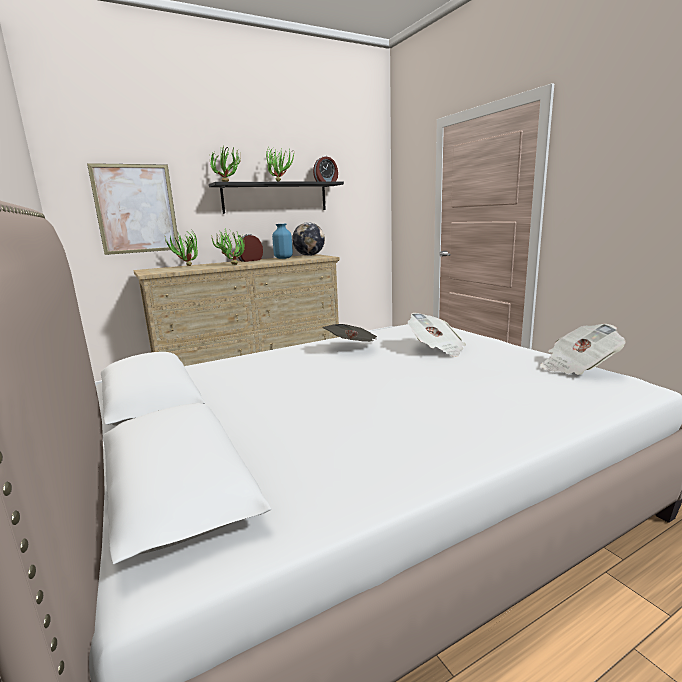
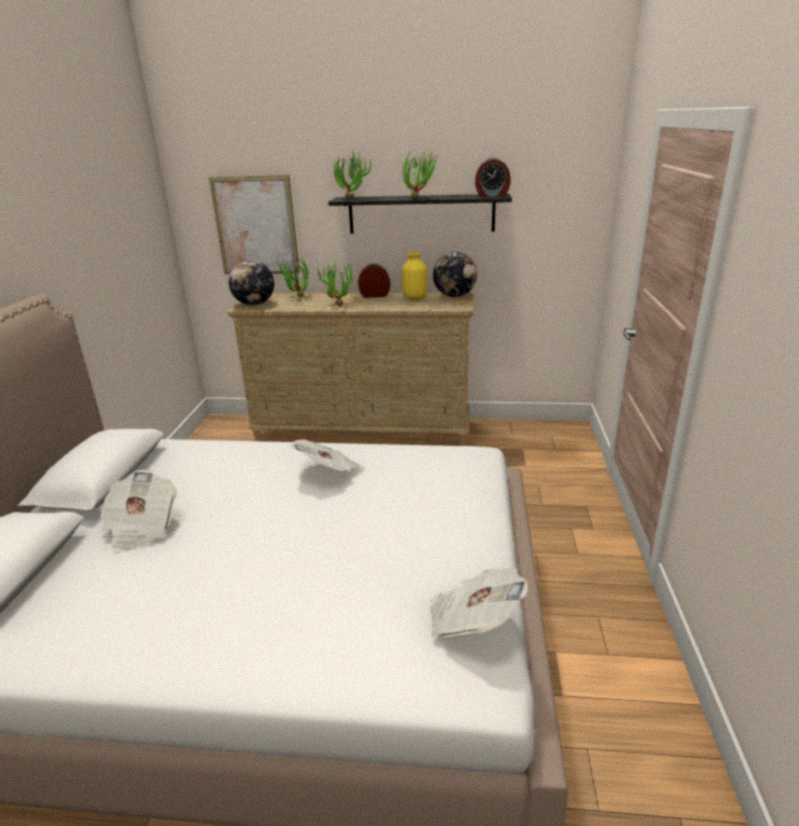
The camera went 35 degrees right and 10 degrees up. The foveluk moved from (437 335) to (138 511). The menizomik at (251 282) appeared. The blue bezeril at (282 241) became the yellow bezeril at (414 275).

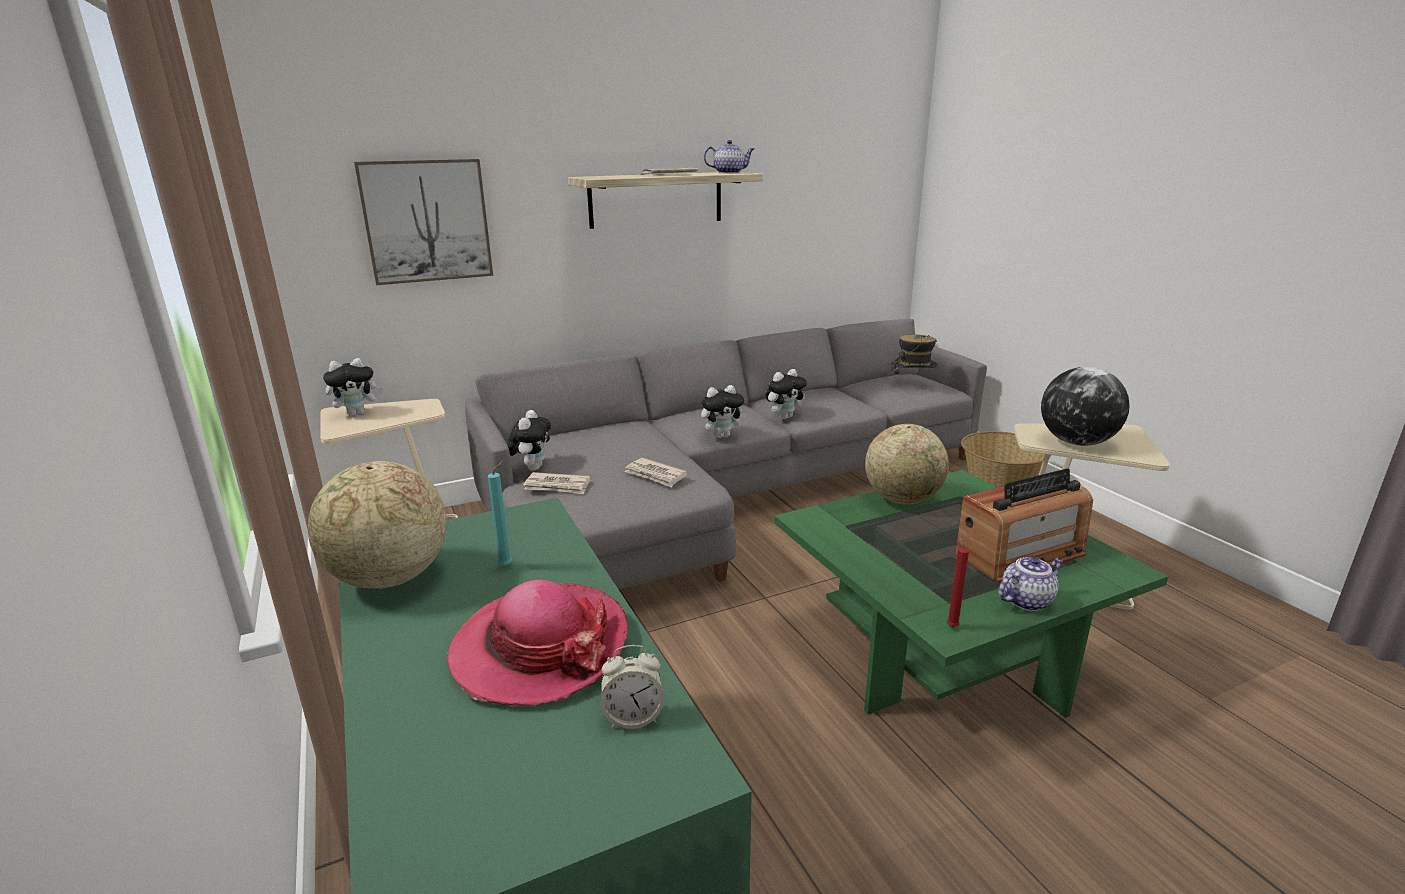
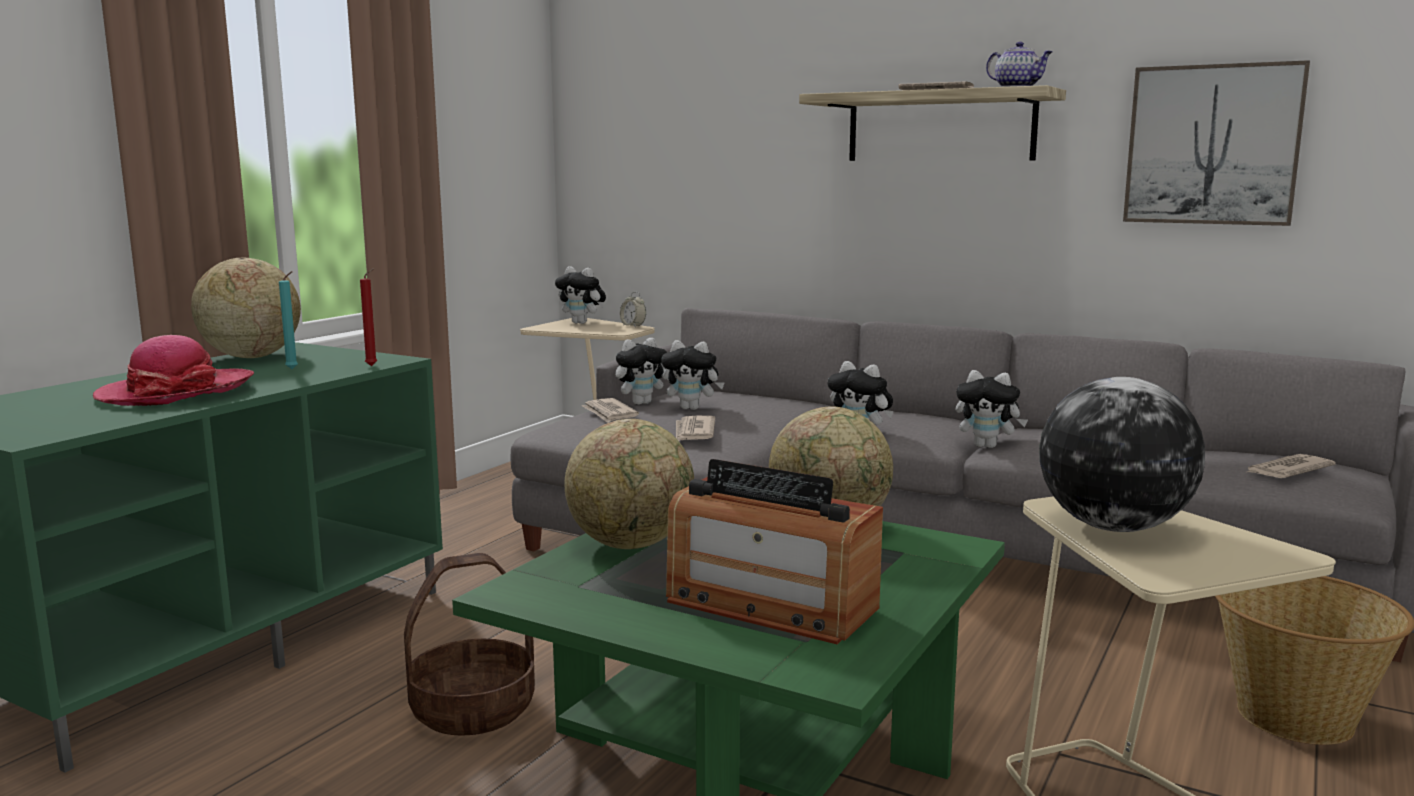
The camera went 55 degrees right and 10 degrees down. The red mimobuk moved from (958 581) to (368 317). The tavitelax at (469 644) appeared. The menizomik at (629 484) appeared. The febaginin moved from (632 687) to (633 309). The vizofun at (692 375) appeared. The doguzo moved from (423 222) to (1216 143). The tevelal at (914 360) was replaced by the foveluk at (1290 466). The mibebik at (1031 584) disappeared.

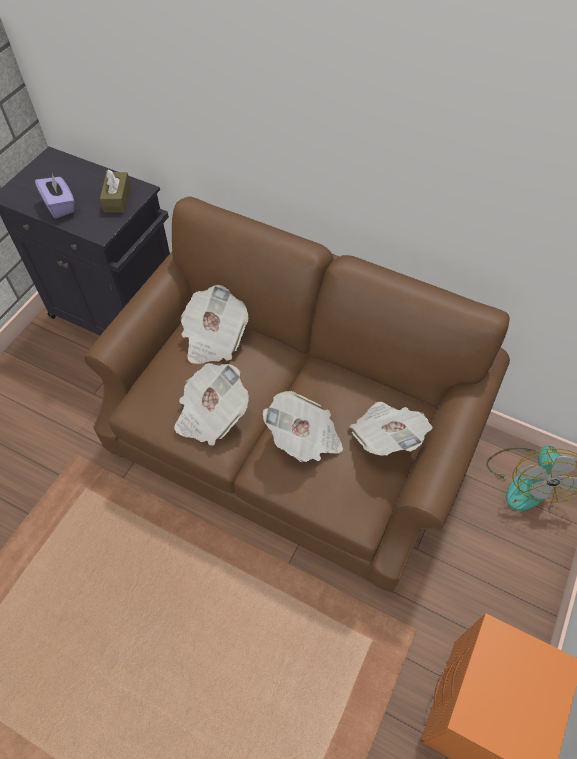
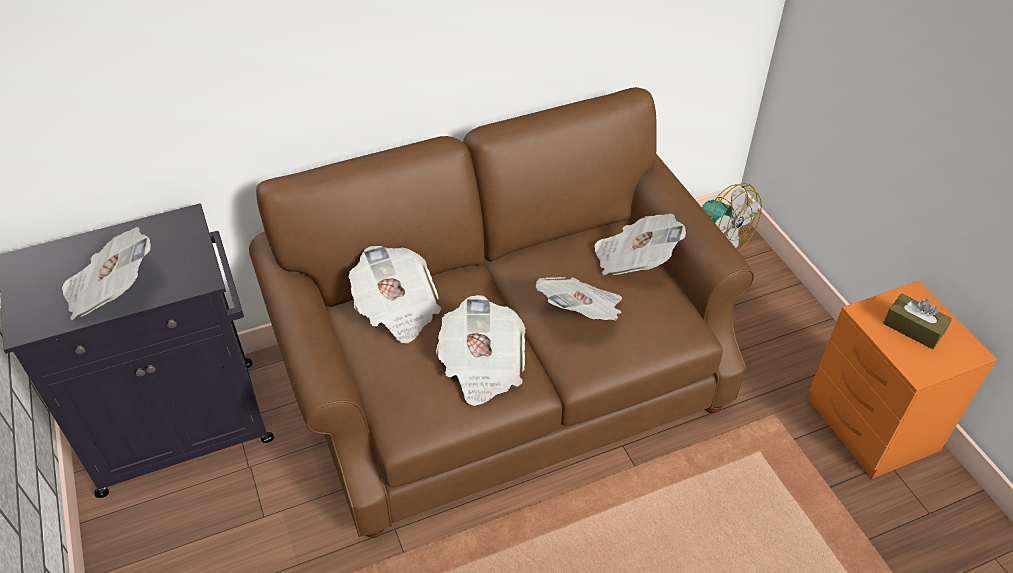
The camera went 50 degrees left and 10 degrees down. The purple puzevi at (55 195) was replaced by the foveluk at (106 273). The brown puzevi moved from (115 190) to (917 321).

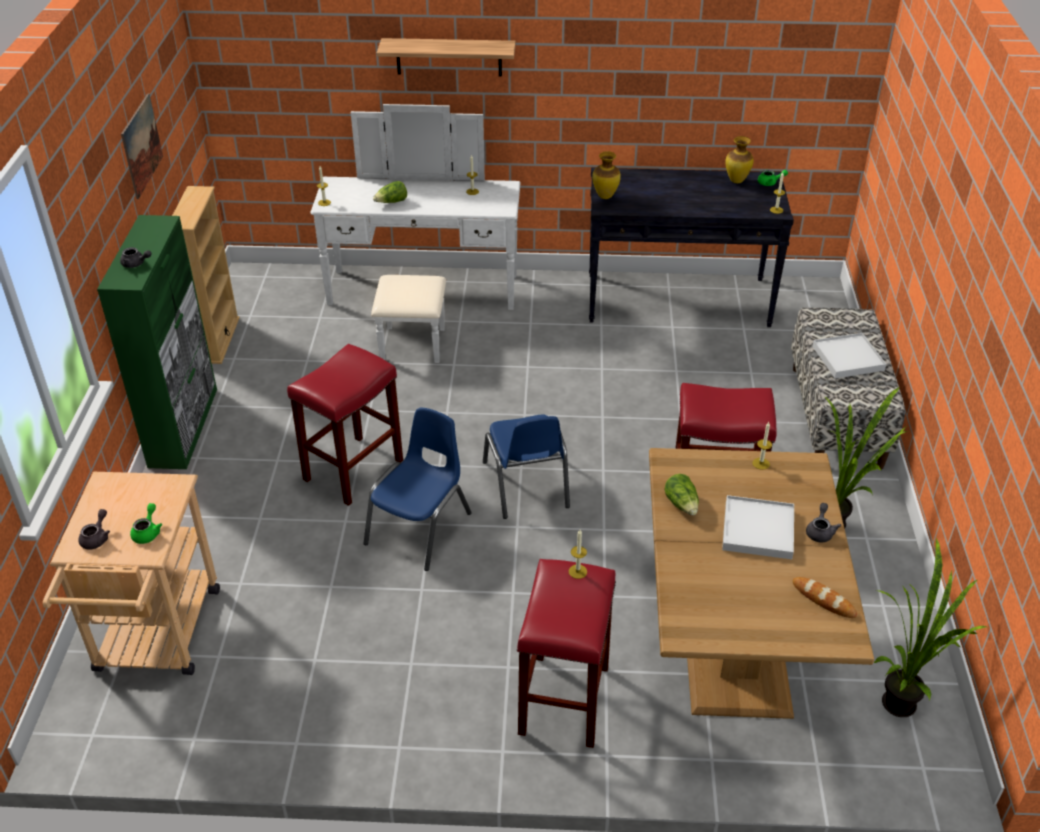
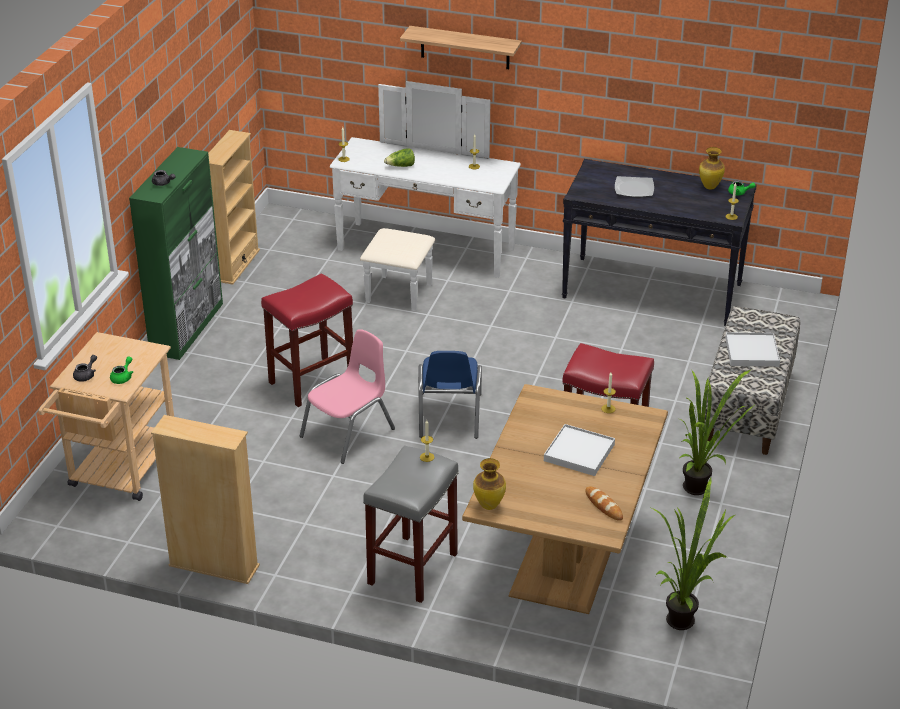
The camera went 15 degrees right and 5 degrees down. The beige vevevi at (205 499) appeared. The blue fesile at (417 489) became the pink fesile at (347 396). The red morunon at (566 653) became the grey morunon at (410 524). The bezeril moved from (606 175) to (489 484). The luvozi at (634 186) appeared. The doguzo at (142 146) disappeared. The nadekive at (681 494) disappeared. The grey mibebik at (823 522) disappeared.

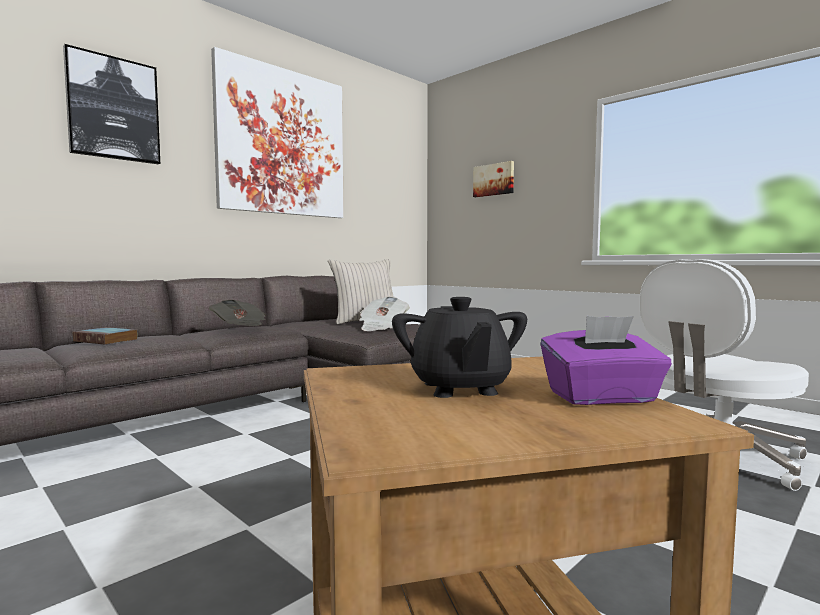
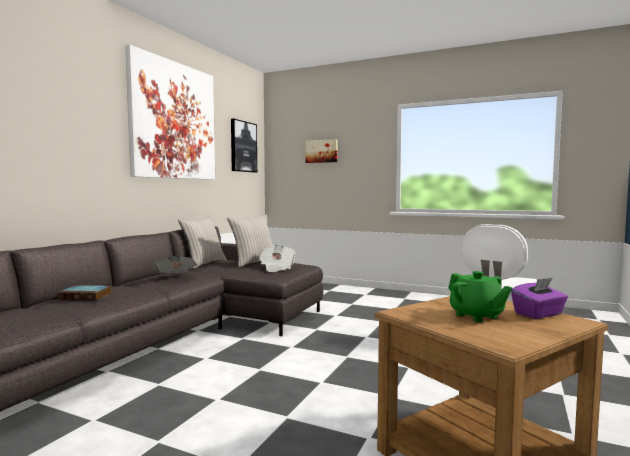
The camera went 20 degrees left and 0 degrees up. The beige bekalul at (202 242) appeared. The doguzo moved from (111 104) to (244 146). The black mibebik at (459 347) became the green mibebik at (480 296).

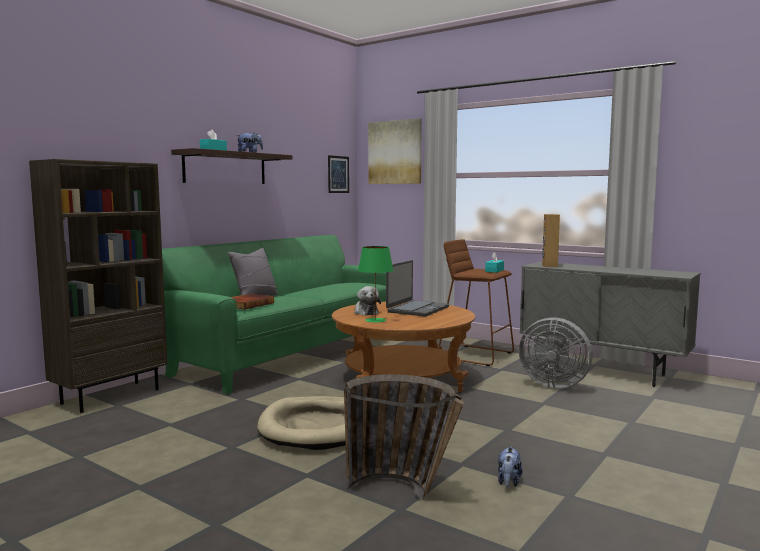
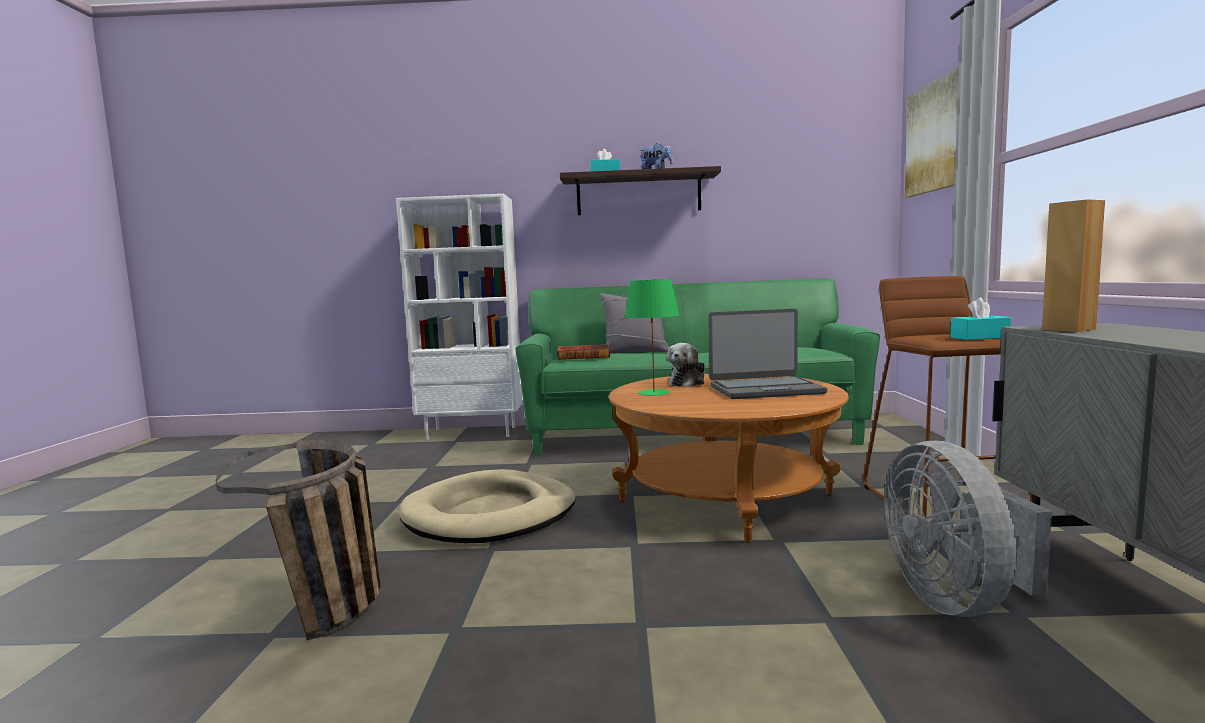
The camera went 55 degrees right and 0 degrees up. The brown vevevi at (98 286) became the white vevevi at (459 317). The doguzo at (338 174) disappeared. The vizofun at (510 466) disappeared.

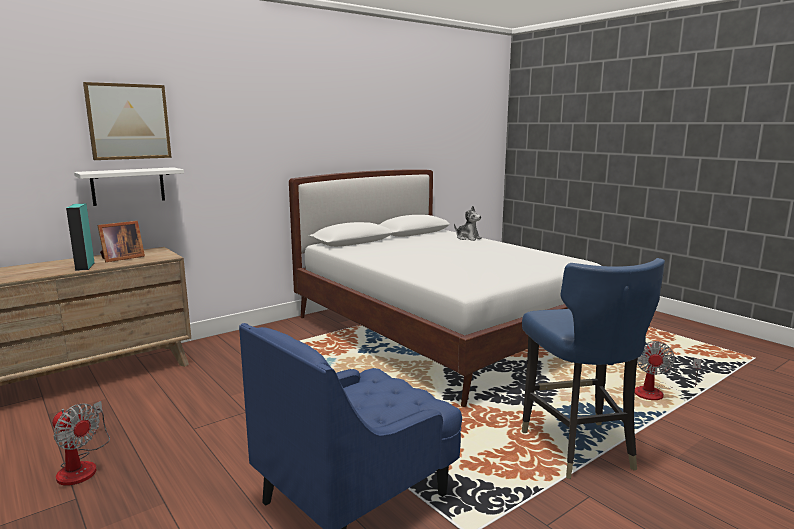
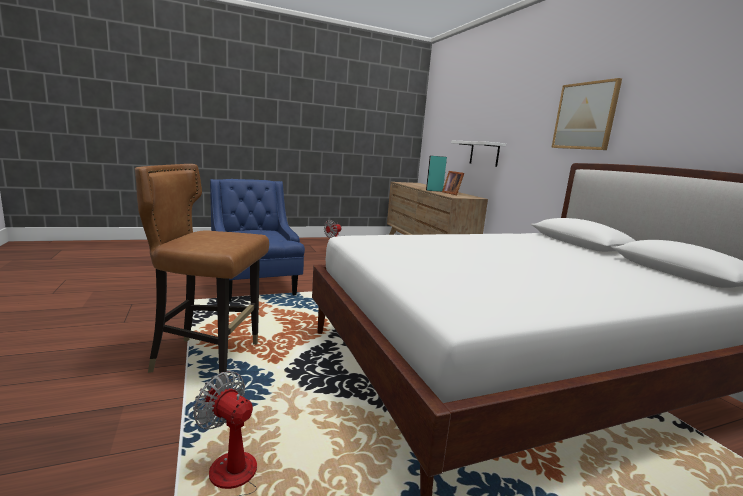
The camera went 105 degrees right and 0 degrees up. The blue fesile at (593 368) became the brown fesile at (202 270). The doguzo moved from (127 121) to (586 114). The vizofun at (468 223) disappeared.

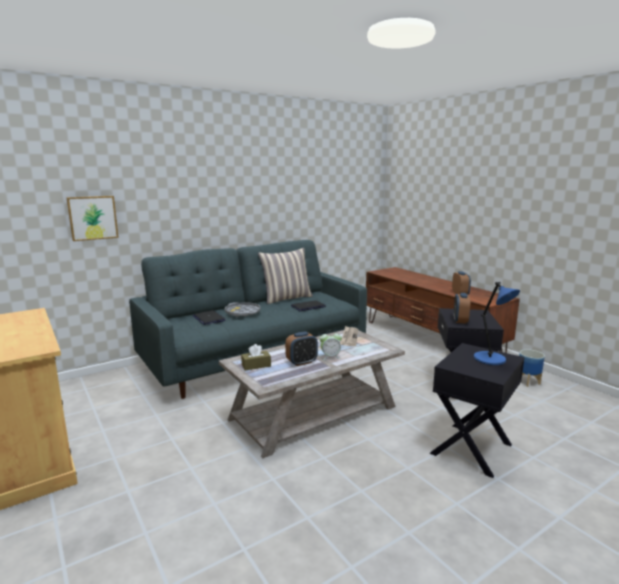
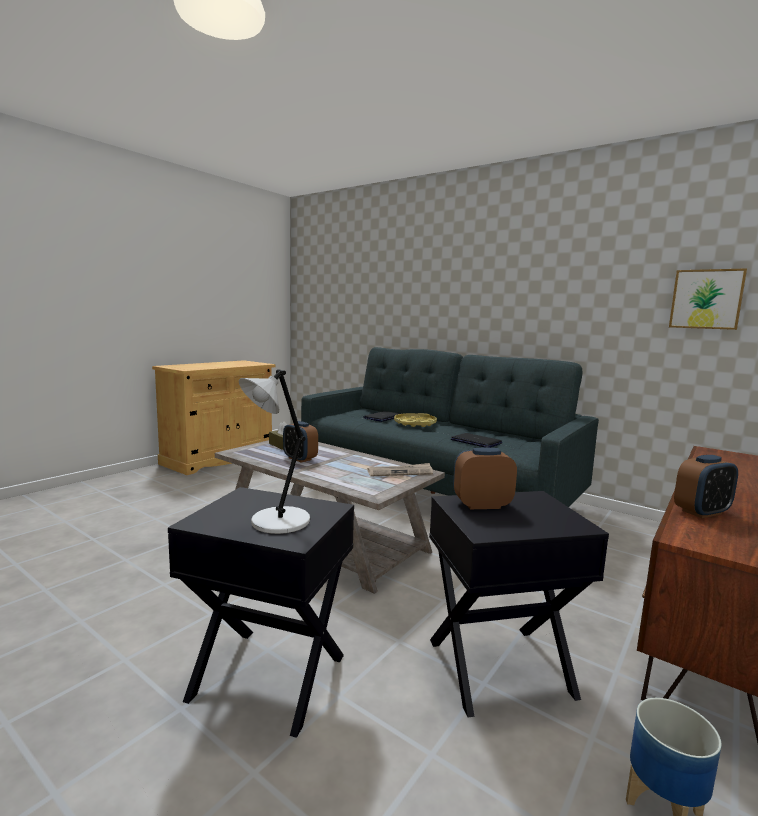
The camera went 70 degrees right and 5 degrees down. The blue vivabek at (497 323) became the grey vivabek at (274 451). The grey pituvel at (243 309) became the yellow pituvel at (415 420). The doguzo moved from (92 218) to (708 299). The bekalul at (285 276) disappeared. The febaginin at (330 345) disappeared.

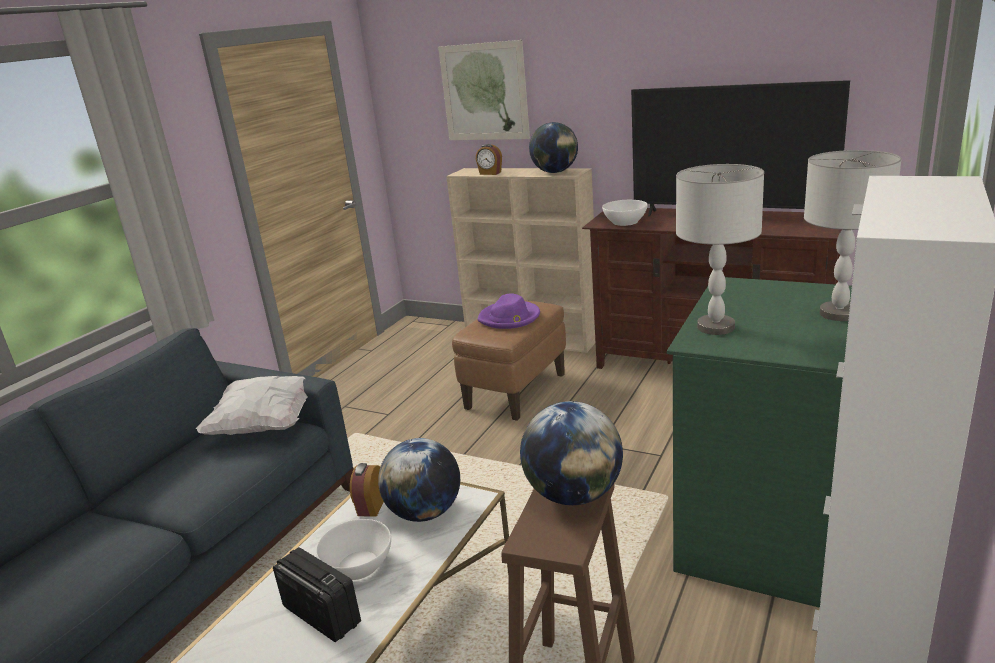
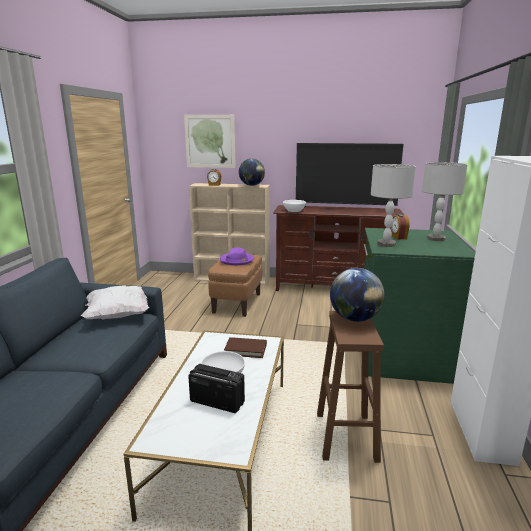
The camera went 20 degrees left and 5 degrees down. The menizomik at (419 480) was replaced by the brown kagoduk at (245 347). The febaginin moved from (367 490) to (400 226).

